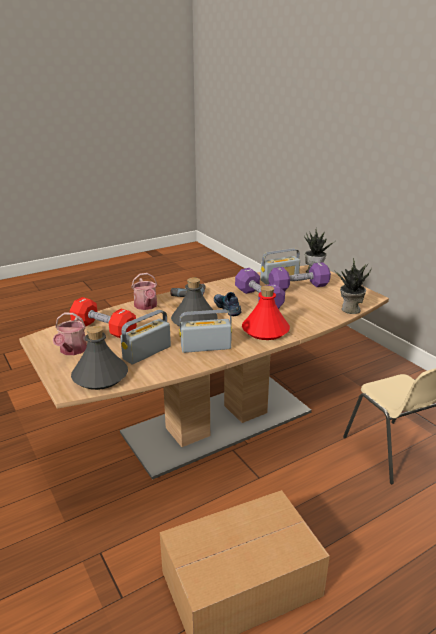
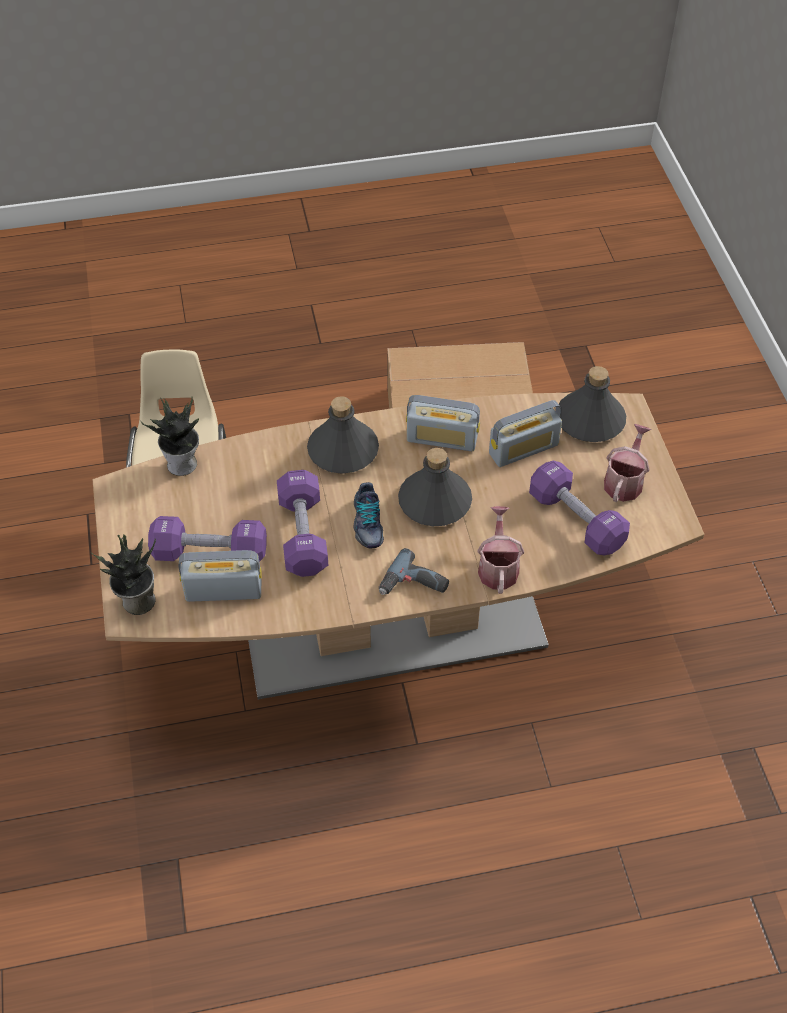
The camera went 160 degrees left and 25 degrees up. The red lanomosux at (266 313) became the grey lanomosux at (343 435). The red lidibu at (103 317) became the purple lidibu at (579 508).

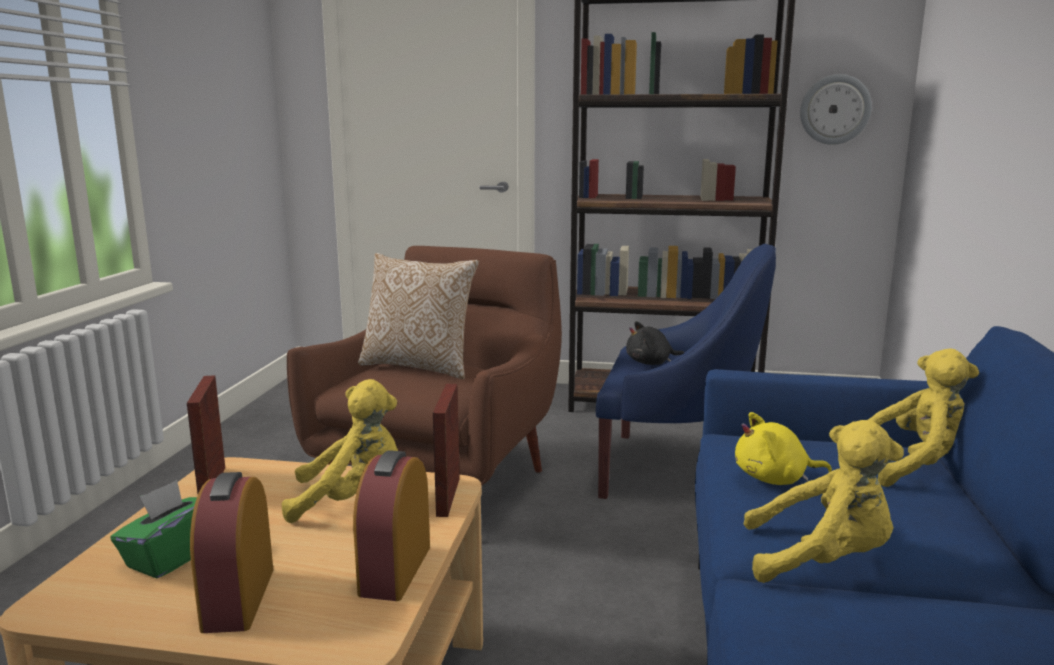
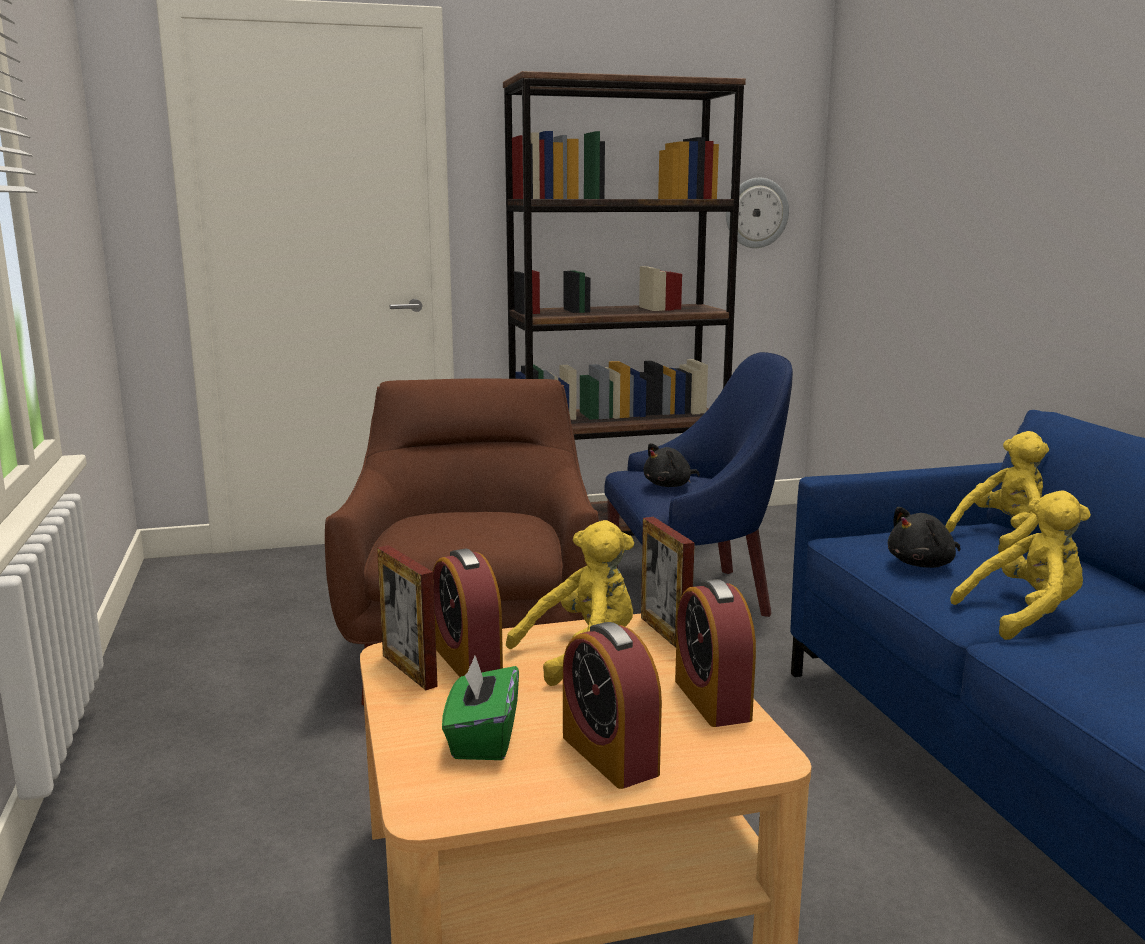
The camera went 25 degrees left and 0 degrees up. The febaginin at (468 613) appeared. The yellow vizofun at (783 448) became the black vizofun at (924 537). The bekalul at (418 316) disappeared.

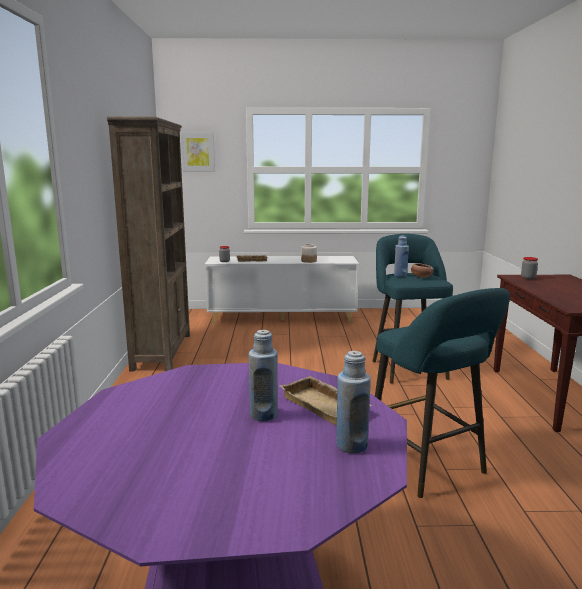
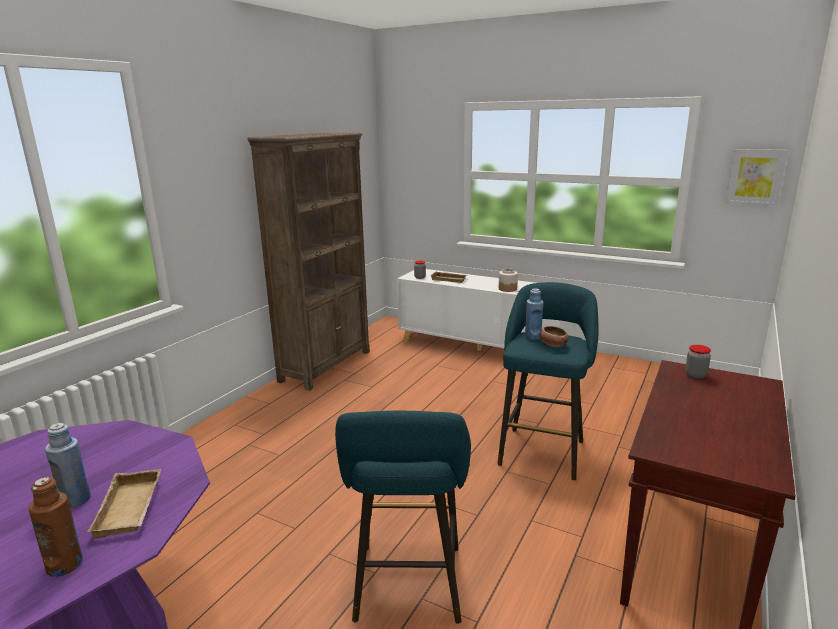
The camera went 30 degrees right and 5 degrees up. The blue lanomosux at (353 402) became the brown lanomosux at (56 527). The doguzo moved from (197 151) to (756 177).

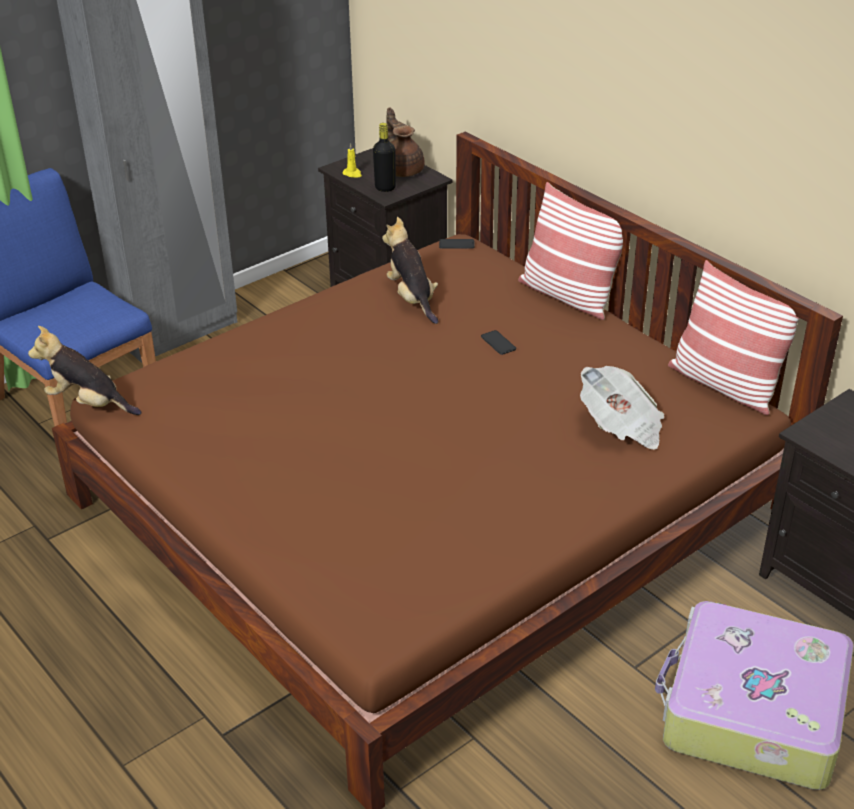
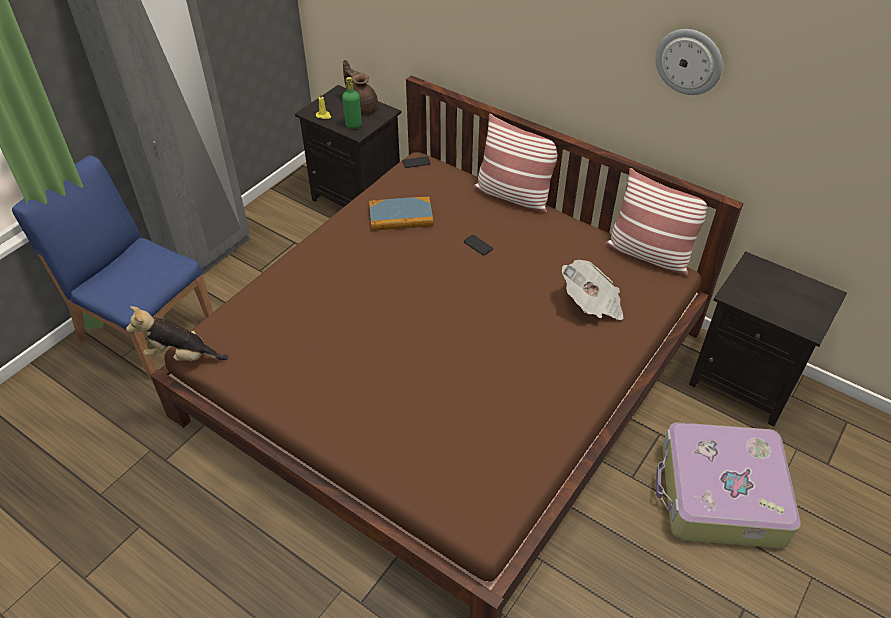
The camera went 15 degrees left and 10 degrees up. The black lanomosux at (384 157) became the green lanomosux at (352 103). The vizofun at (410 270) was replaced by the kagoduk at (401 214). The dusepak at (689 62) appeared.

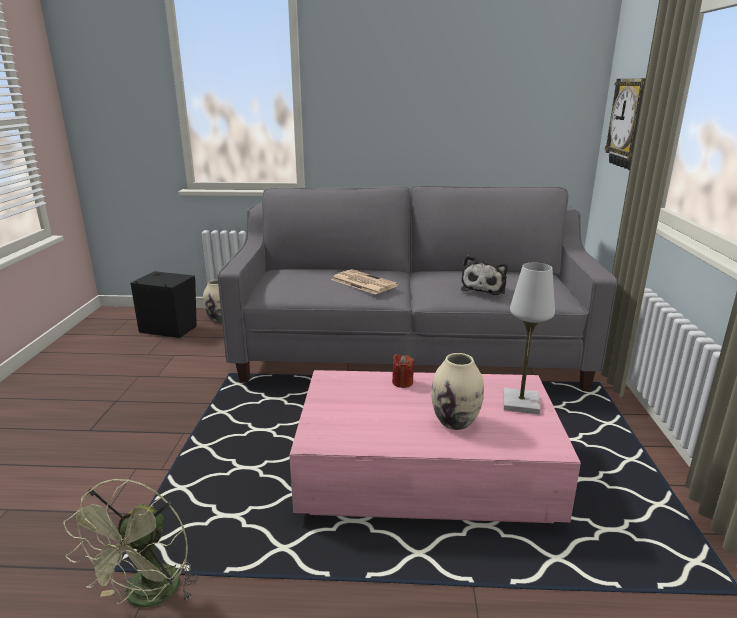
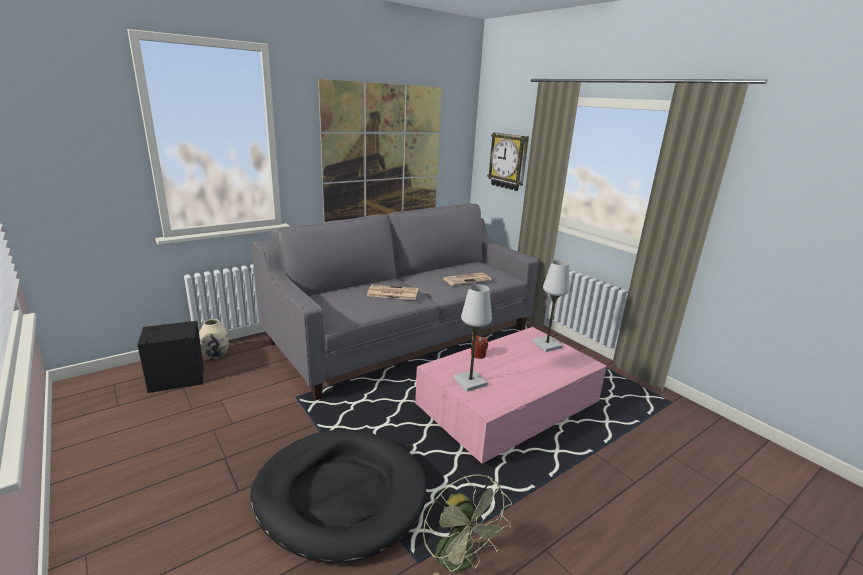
The camera went 40 degrees left and 0 degrees up. The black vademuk at (338 496) appeared. The doguzo at (380 150) appeared. The vizofun at (484 275) was replaced by the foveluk at (467 279). The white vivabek at (473 338) appeared. The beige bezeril at (457 391) disappeared.

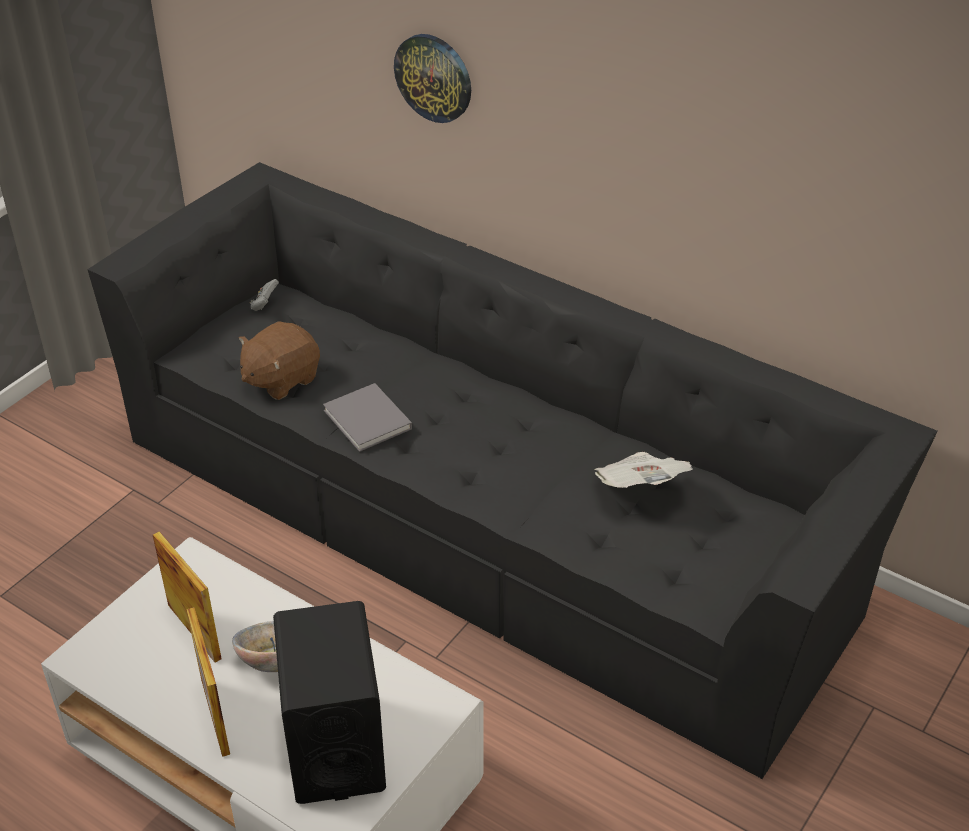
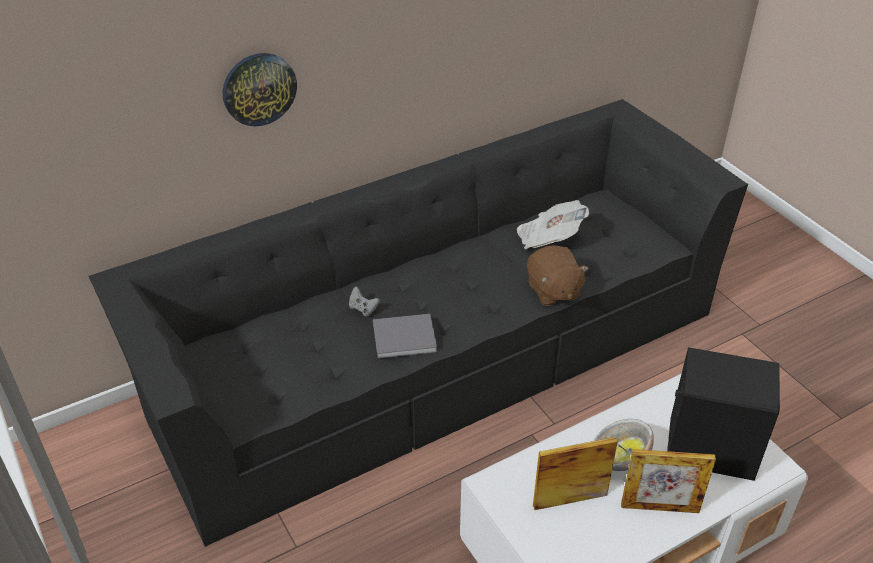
The camera went 65 degrees left and 0 degrees up. The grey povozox moved from (264 295) to (364 301). The brown vizofun moved from (279 360) to (558 275).

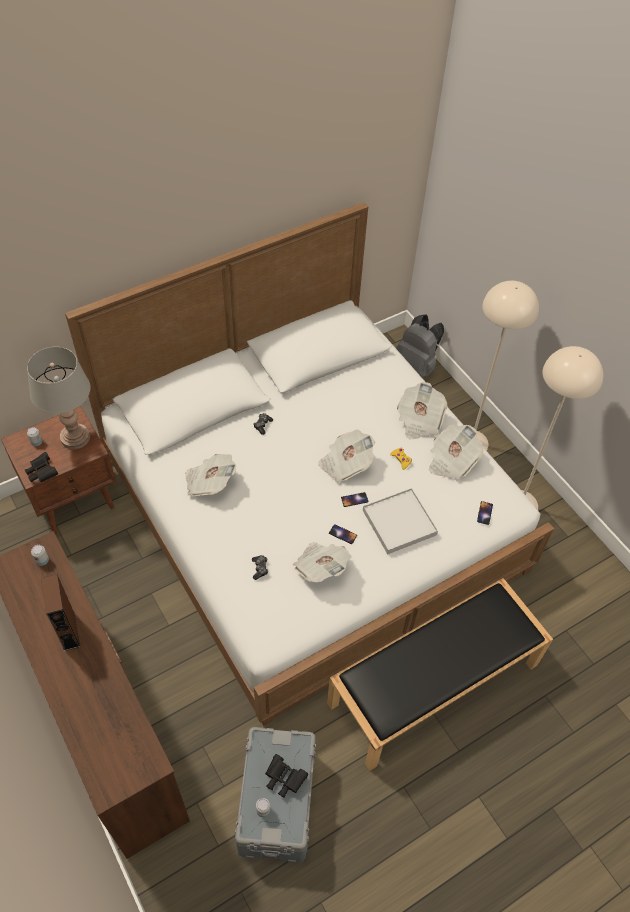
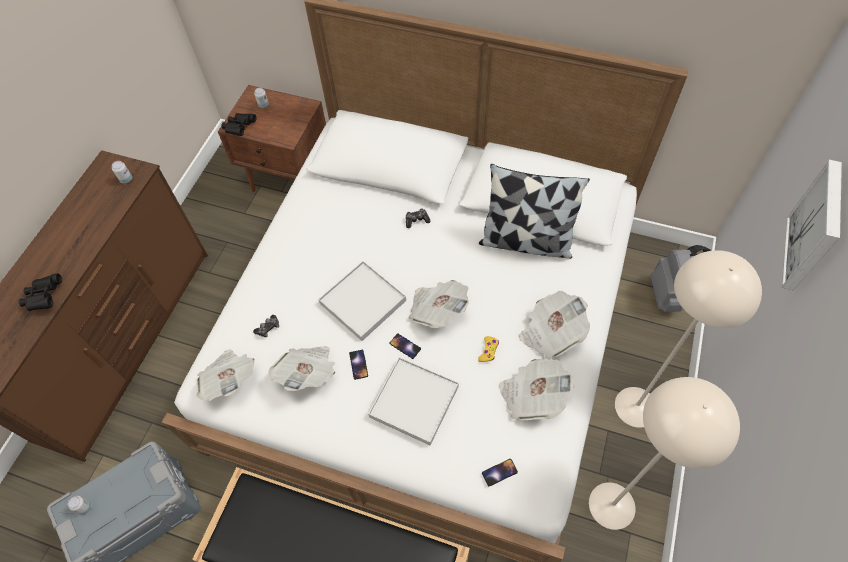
The camera went 55 degrees right and 5 degrees up. The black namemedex moved from (286 776) to (40 292). The foveluk moved from (210 475) to (225 375). The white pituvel at (362 301) appeared. The bekalul at (534 211) appeared. The doguzo at (812 225) appeared. The grey vivabek at (59 398) disappeared. The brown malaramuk at (60 612) disappeared.

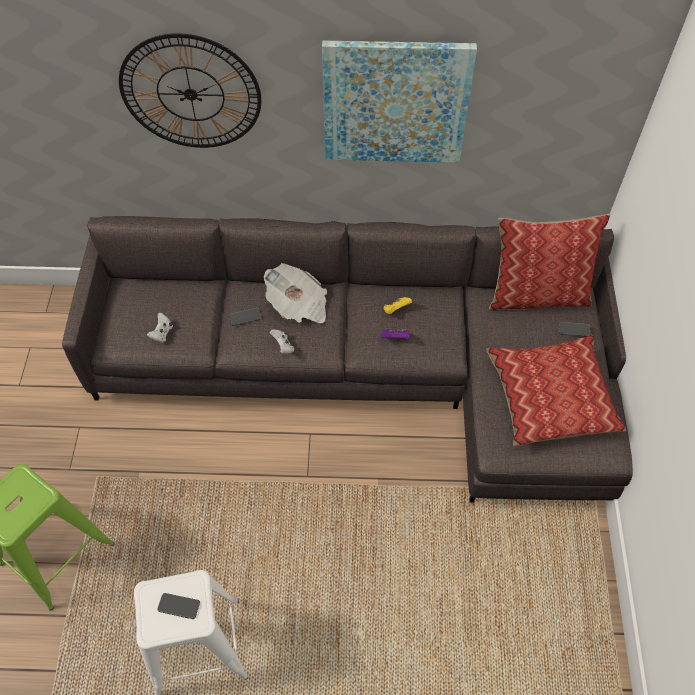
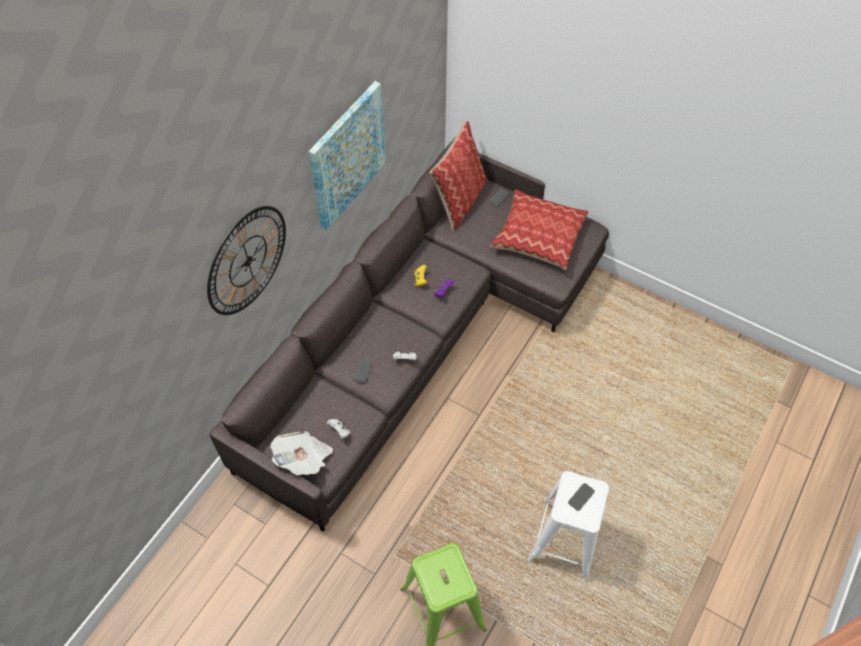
The camera went 60 degrees left and 0 degrees up. The foveluk moved from (295 293) to (301 453).

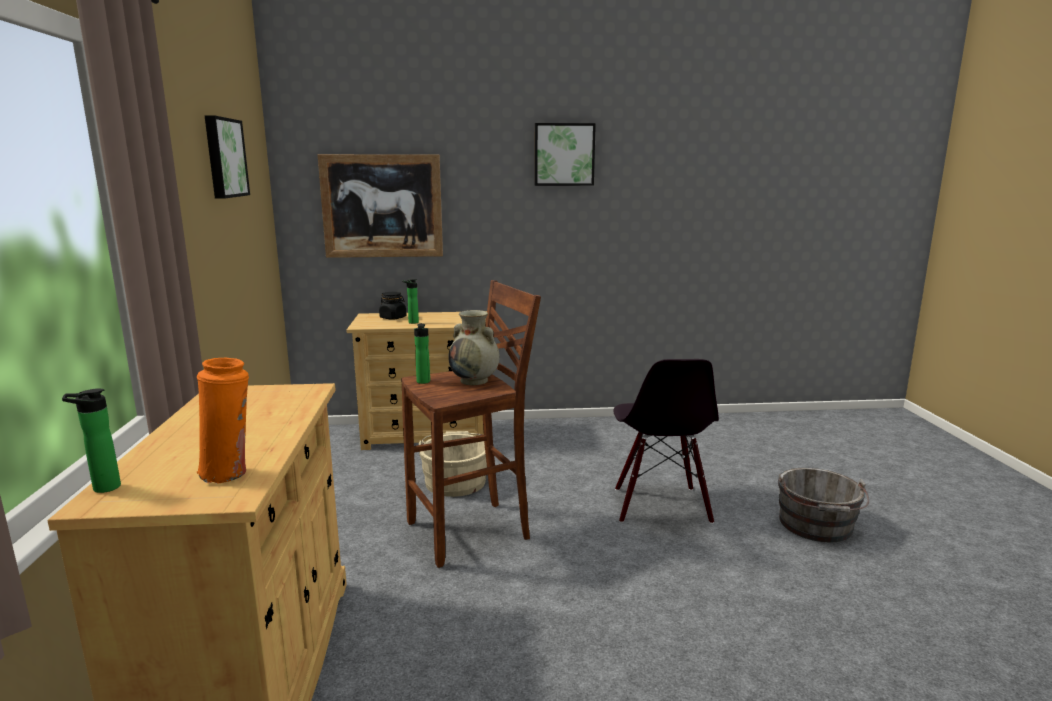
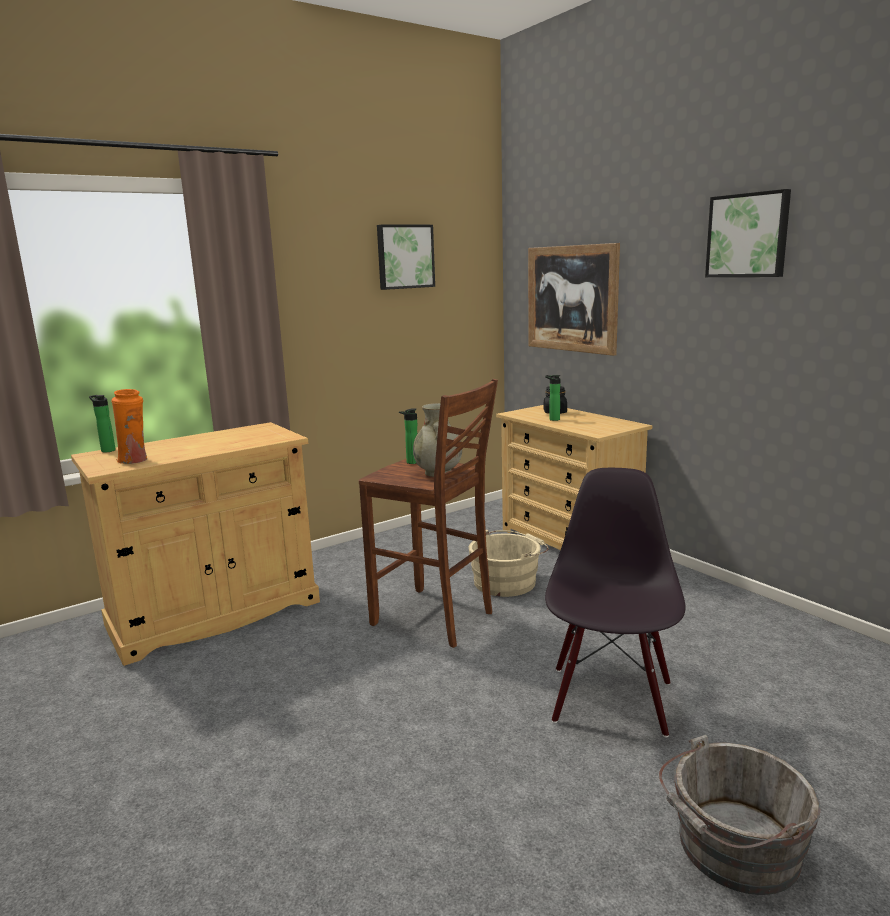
The camera went 60 degrees right and 0 degrees up. The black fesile at (666 441) turned 135 degrees clockwise.

